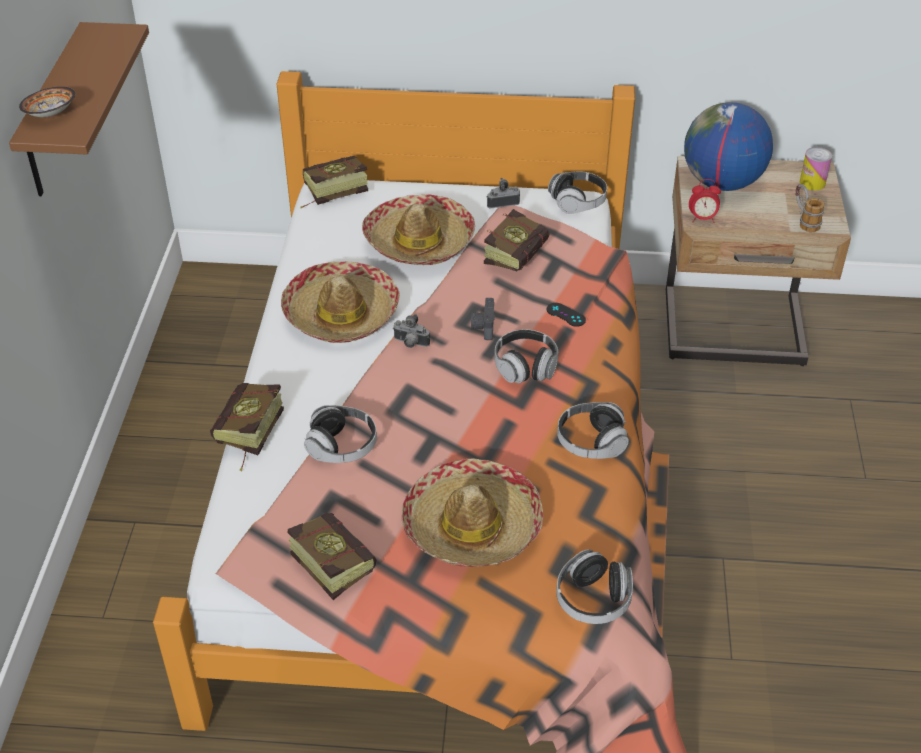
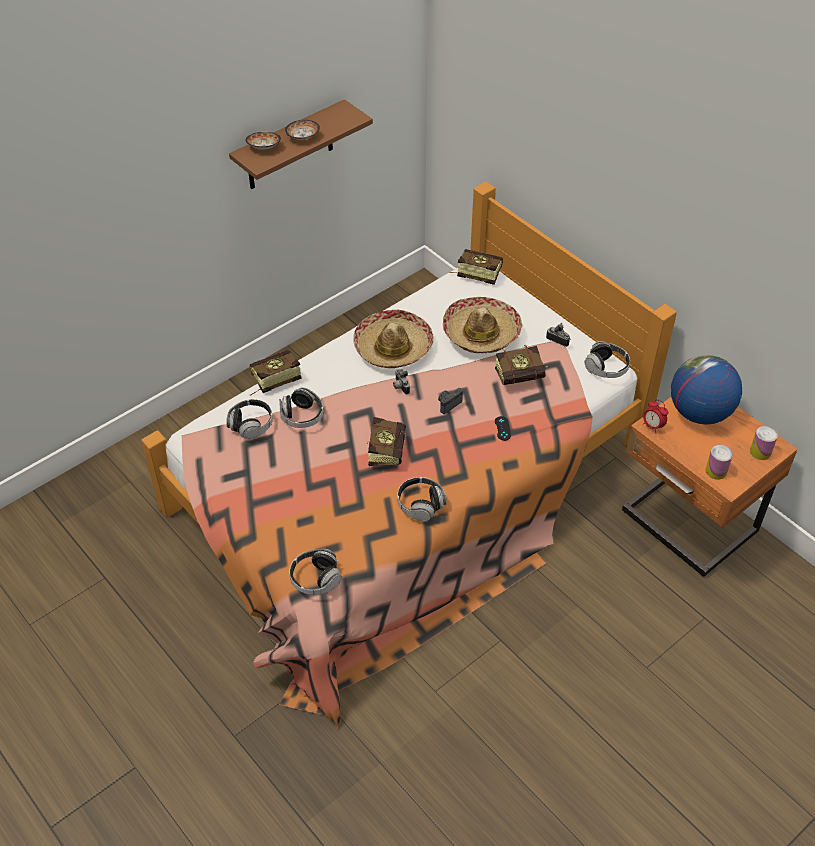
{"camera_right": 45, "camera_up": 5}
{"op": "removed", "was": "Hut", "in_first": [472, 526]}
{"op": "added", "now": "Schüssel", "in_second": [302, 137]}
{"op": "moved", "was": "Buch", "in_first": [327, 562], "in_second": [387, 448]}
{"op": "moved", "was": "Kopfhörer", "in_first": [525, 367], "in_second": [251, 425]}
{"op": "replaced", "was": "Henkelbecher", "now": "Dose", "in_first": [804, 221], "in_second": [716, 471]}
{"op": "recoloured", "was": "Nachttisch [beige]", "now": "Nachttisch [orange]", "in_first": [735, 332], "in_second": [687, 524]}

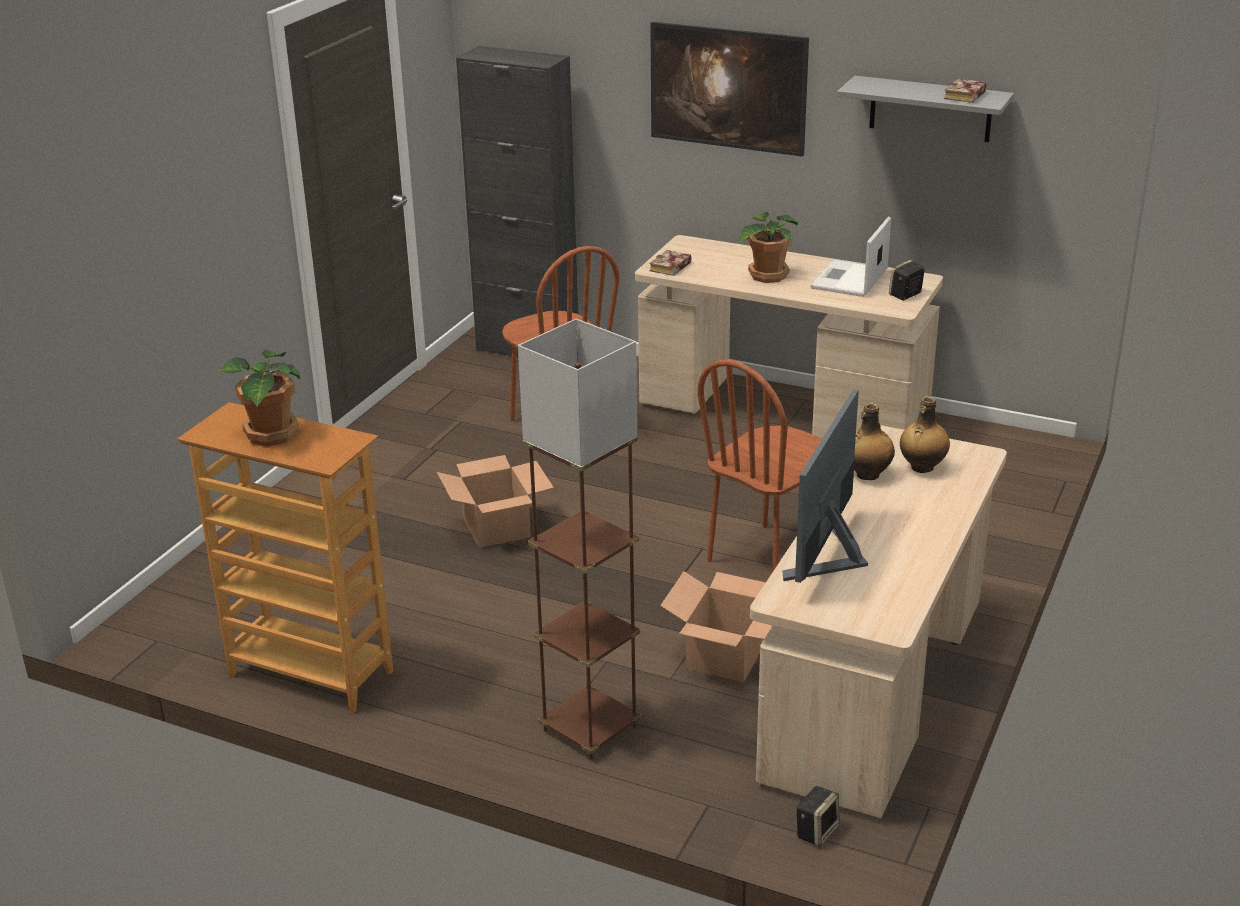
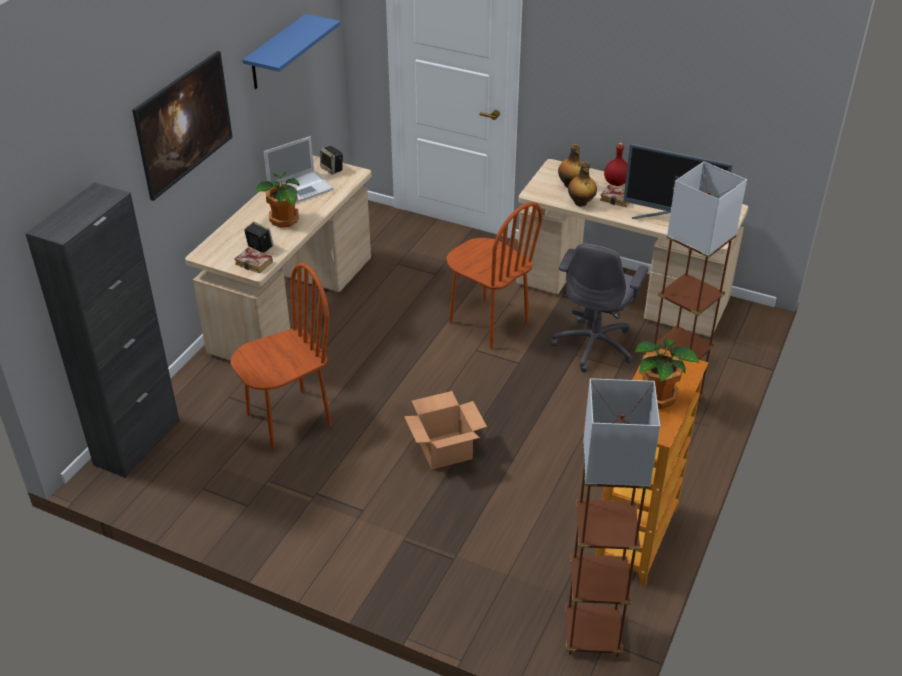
{"camera_right": -90, "camera_up": 10}
{"op": "added", "now": "Stehlampe [braun]", "in_second": [592, 634]}
{"op": "added", "now": "Flasche [rot]", "in_second": [615, 183]}
{"op": "moved", "was": "Lautsprecher", "in_first": [816, 831], "in_second": [259, 247]}
{"op": "moved", "was": "Buch", "in_first": [965, 96], "in_second": [618, 199]}
{"op": "replaced", "was": "Karton", "now": "Bürostuhl [grau]", "in_first": [725, 656], "in_second": [595, 345]}
{"op": "recoloured", "was": "Wandregal [grau]", "now": "Wandregal [blau]", "in_first": [930, 109], "in_second": [276, 53]}
{"op": "turned", "was": "Laptop", "in_first": [849, 280], "in_second": [301, 188], "clockwise": -60}

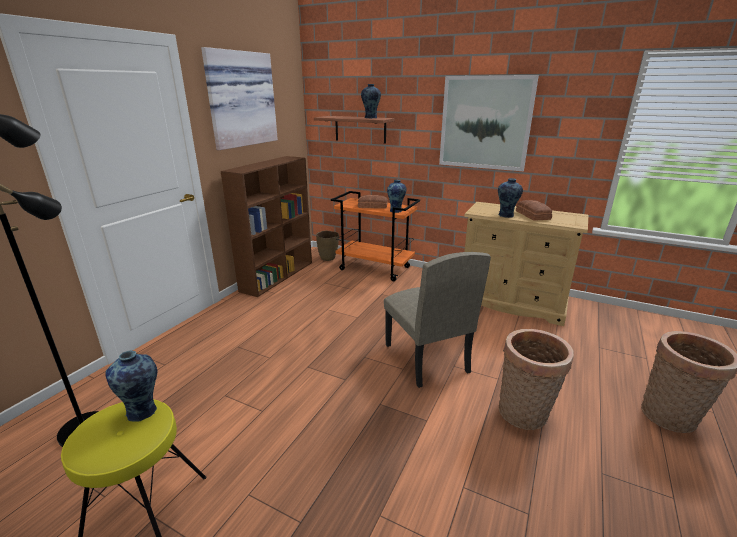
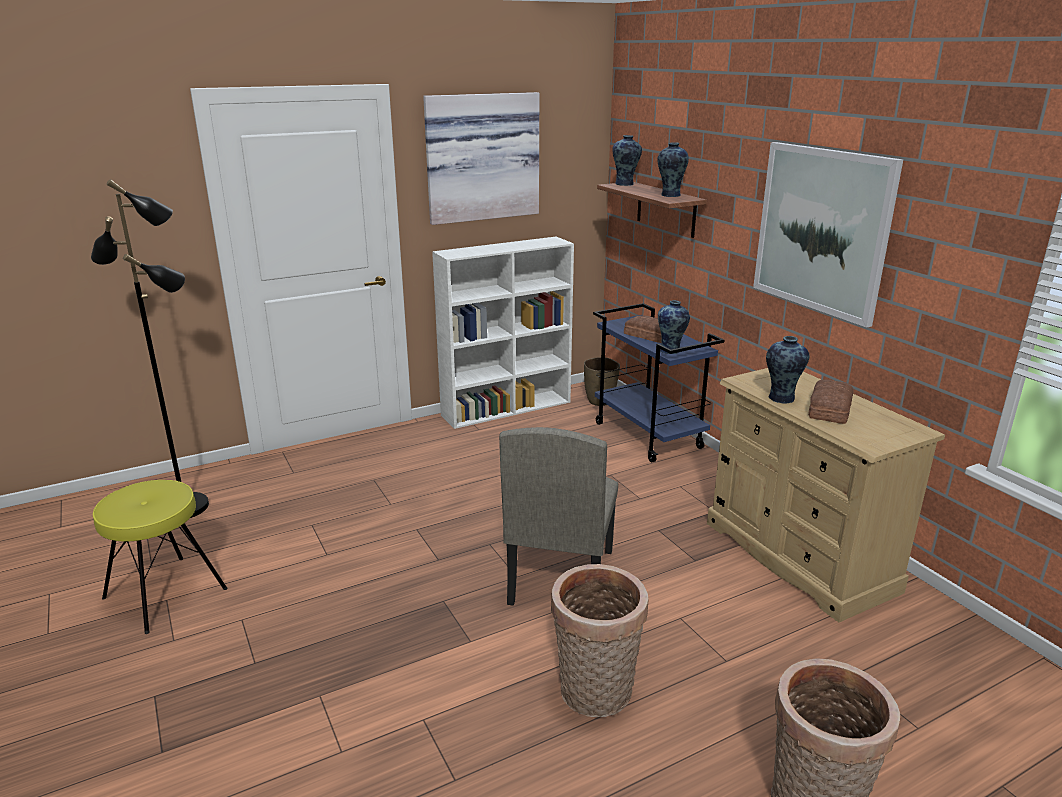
{"camera_right": 35, "camera_up": 0}
{"op": "moved", "was": "Vase", "in_first": [143, 411], "in_second": [625, 184]}
{"op": "recoloured", "was": "Bücherregal [braun]", "now": "Bücherregal [weiß]", "in_first": [278, 276], "in_second": [507, 408]}
{"op": "recoloured", "was": "Rollwagen [orange]", "now": "Rollwagen [blau]", "in_first": [375, 268], "in_second": [649, 436]}

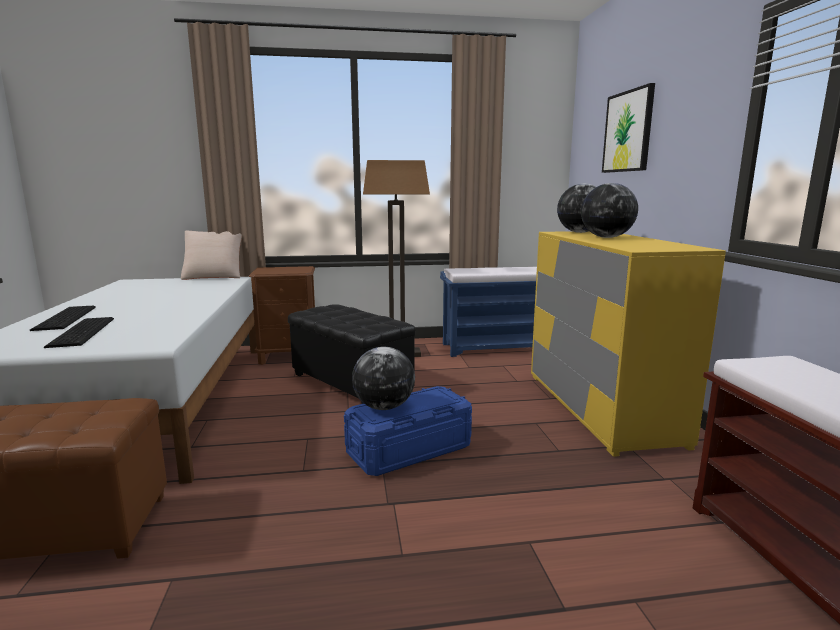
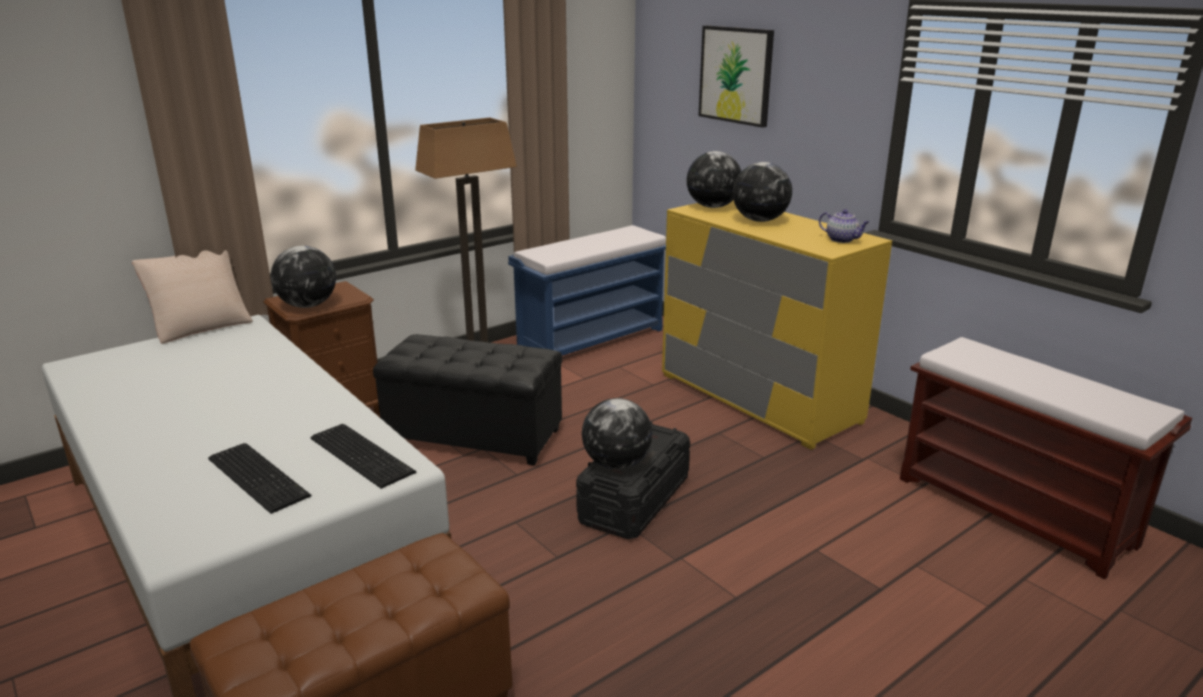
{"camera_right": -30, "camera_up": 10}
{"op": "added", "now": "Globus", "in_second": [307, 305]}
{"op": "added", "now": "Teekanne", "in_second": [842, 240]}
{"op": "moved", "was": "Tastatur", "in_first": [68, 317], "in_second": [363, 453]}
{"op": "recoloured", "was": "Aufbewahrungsbox [blau]", "now": "Aufbewahrungsbox [schwarz]", "in_first": [409, 450], "in_second": [635, 500]}

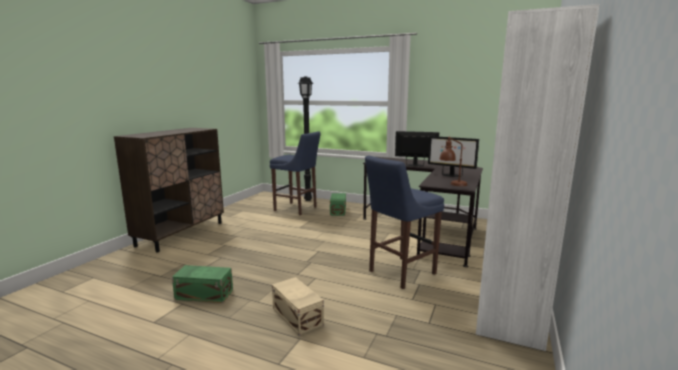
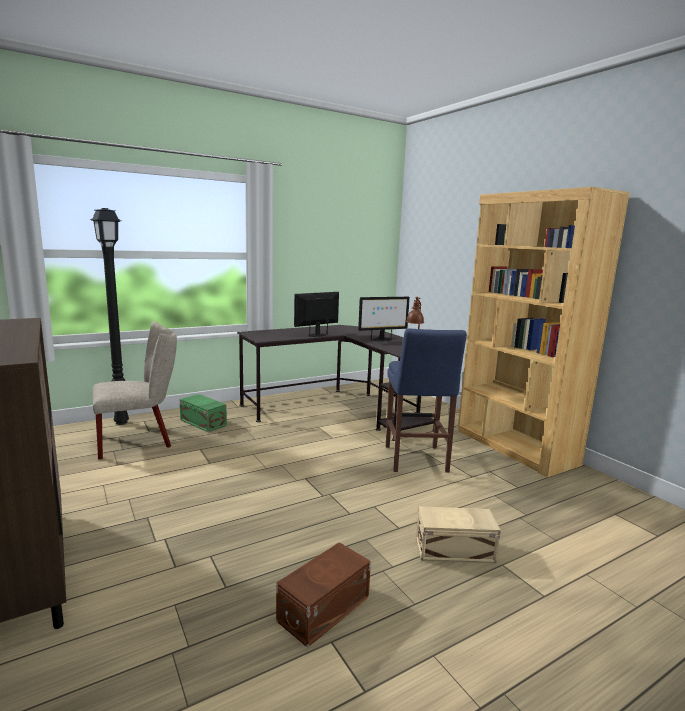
{"camera_right": -55, "camera_up": 0}
{"op": "replaced", "was": "Hocker [blau]", "now": "Stuhl [beige]", "in_first": [297, 209], "in_second": [139, 440]}
{"op": "recoloured", "was": "Aufbewahrungsbox [grün]", "now": "Aufbewahrungsbox [braun]", "in_first": [204, 294], "in_second": [322, 609]}
{"op": "recoloured", "was": "Bücherregal [weiß]", "now": "Bücherregal [braun]", "in_first": [509, 306], "in_second": [515, 447]}

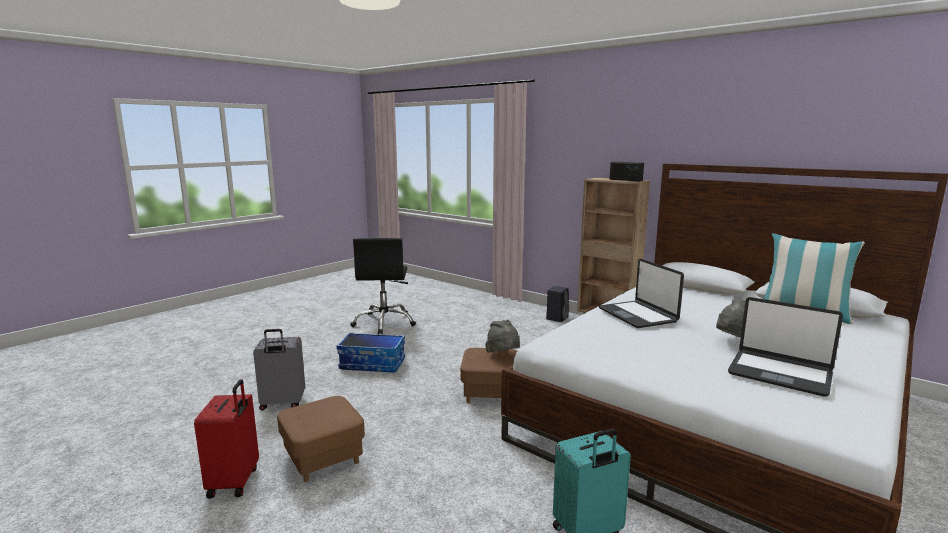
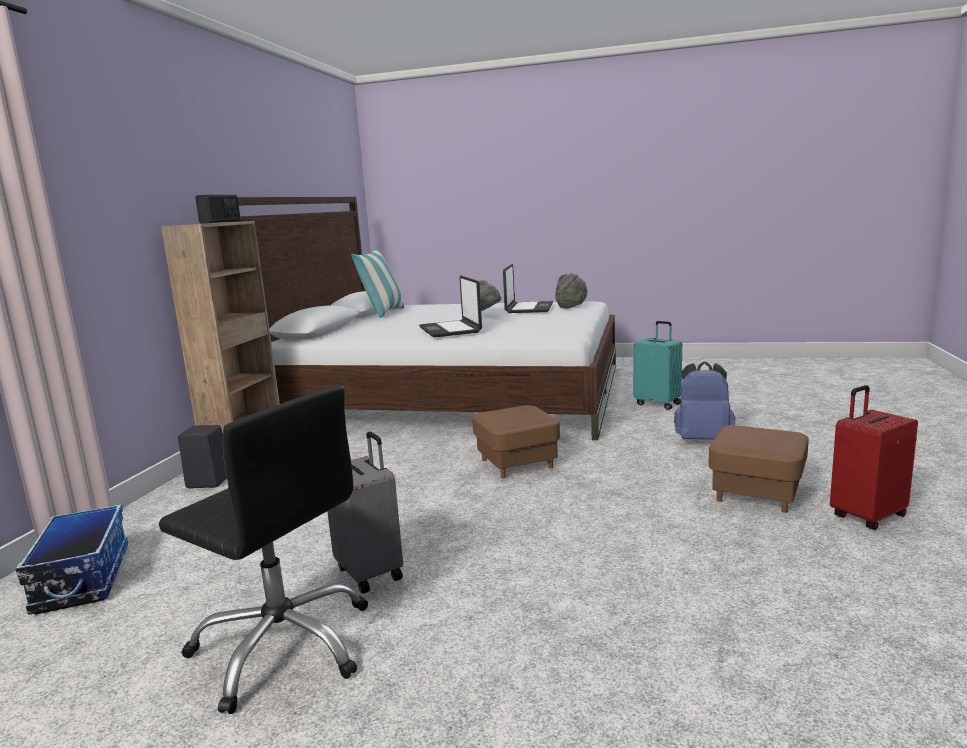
{"camera_right": -115, "camera_up": 0}
{"op": "added", "now": "Rucksack [blau]", "in_second": [703, 439]}
{"op": "moved", "was": "Koffer [grau]", "in_first": [282, 403], "in_second": [371, 572]}
{"op": "moved", "was": "Aufbewahrungsbox", "in_first": [373, 364], "in_second": [82, 578]}
{"op": "moved", "was": "Hut [grau]", "in_first": [503, 356], "in_second": [571, 306]}
{"op": "turned", "was": "Bürostuhl [schwarz]", "in_first": [384, 322], "in_second": [283, 645], "clockwise": 60}
{"op": "turned", "was": "Laptop", "in_first": [638, 315], "in_second": [450, 330], "clockwise": 120}

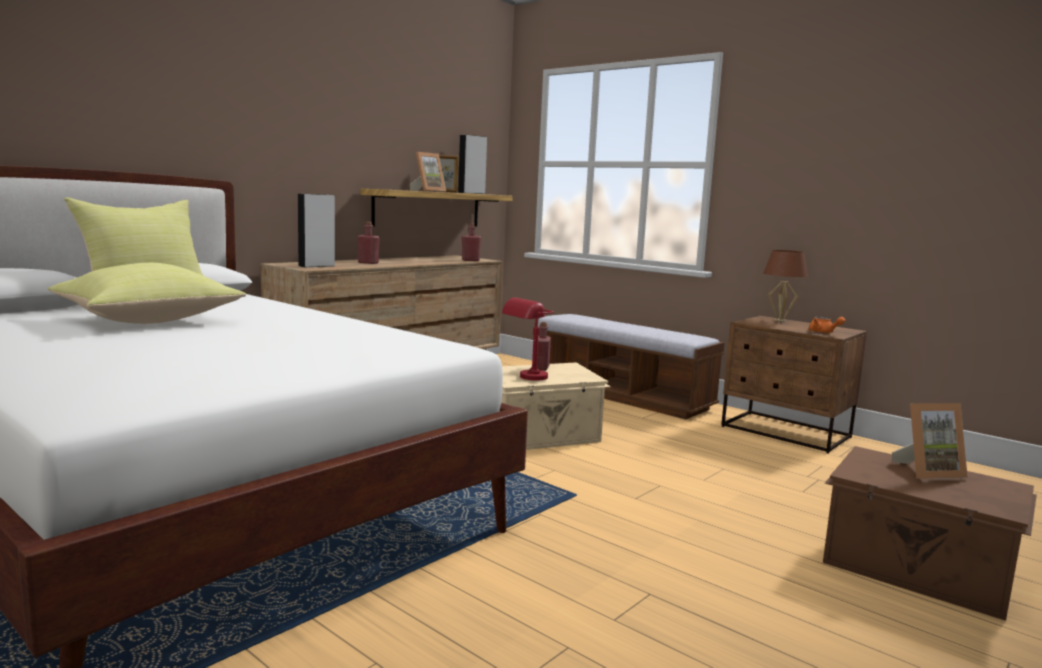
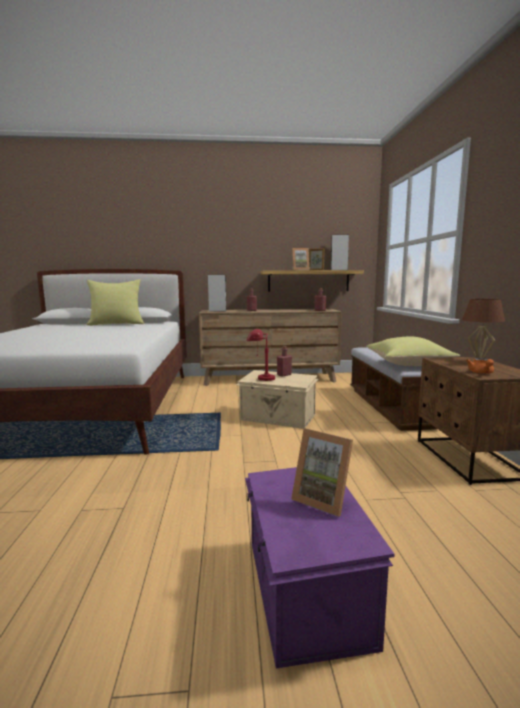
{"camera_right": 45, "camera_up": 0}
{"op": "moved", "was": "Kissen [gelb]", "in_first": [149, 321], "in_second": [408, 364]}
{"op": "recoloured", "was": "Aufbewahrungsbox [braun]", "now": "Aufbewahrungsbox [lila]", "in_first": [917, 572], "in_second": [304, 590]}

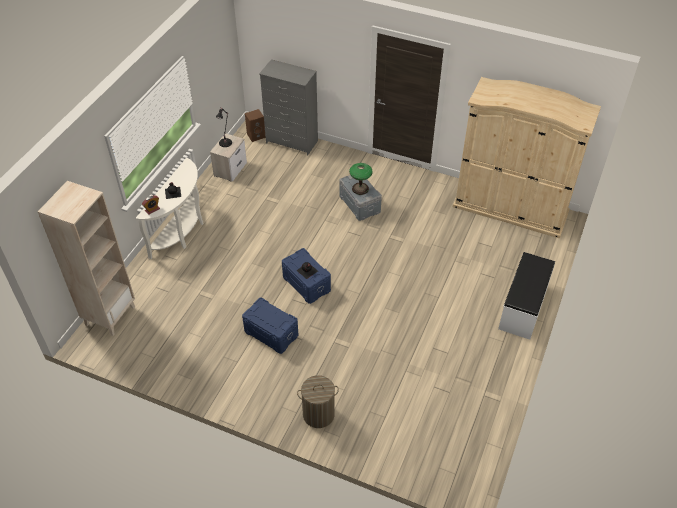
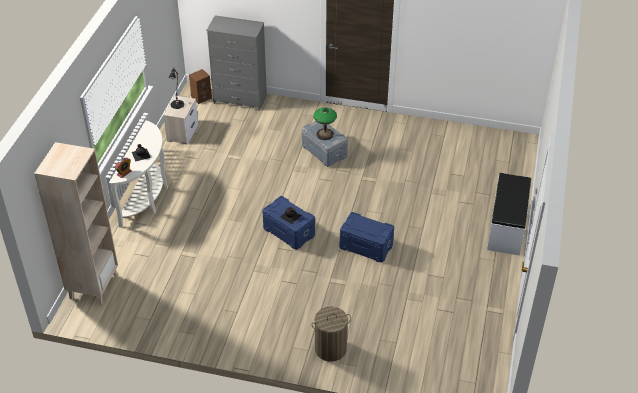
{"camera_right": -10, "camera_up": -5}
{"op": "removed", "was": "Kleiderschrank [beige]", "in_first": [510, 209]}
{"op": "moved", "was": "Aufbewahrungsbox [blau]", "in_first": [271, 334], "in_second": [366, 247]}

